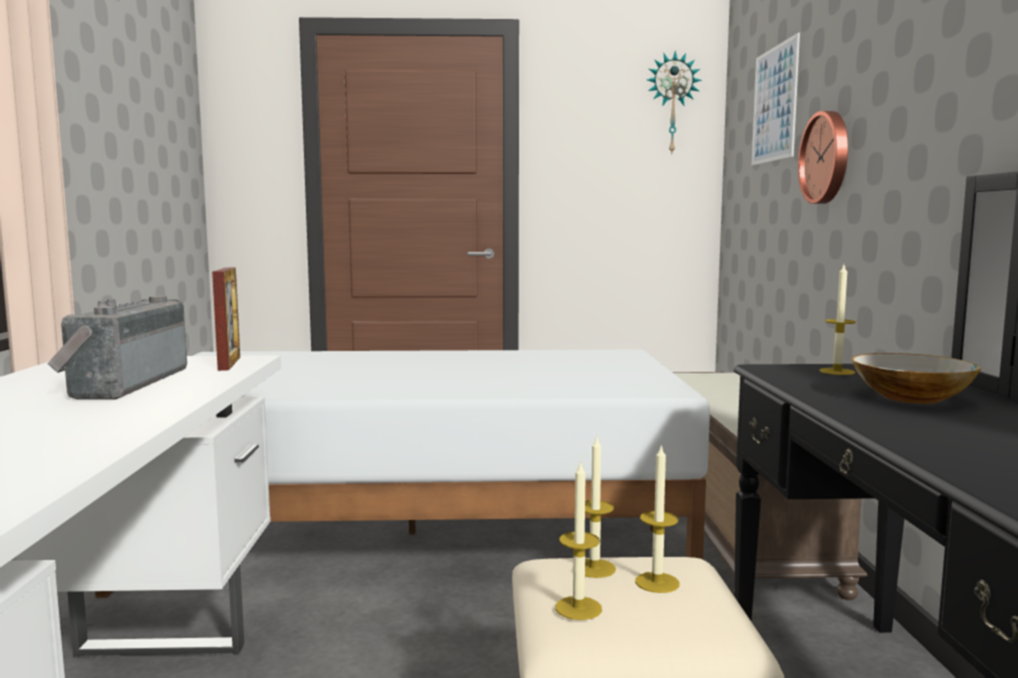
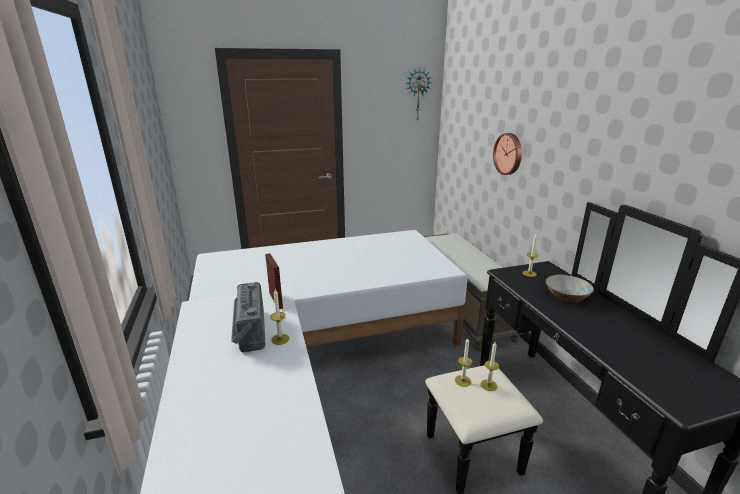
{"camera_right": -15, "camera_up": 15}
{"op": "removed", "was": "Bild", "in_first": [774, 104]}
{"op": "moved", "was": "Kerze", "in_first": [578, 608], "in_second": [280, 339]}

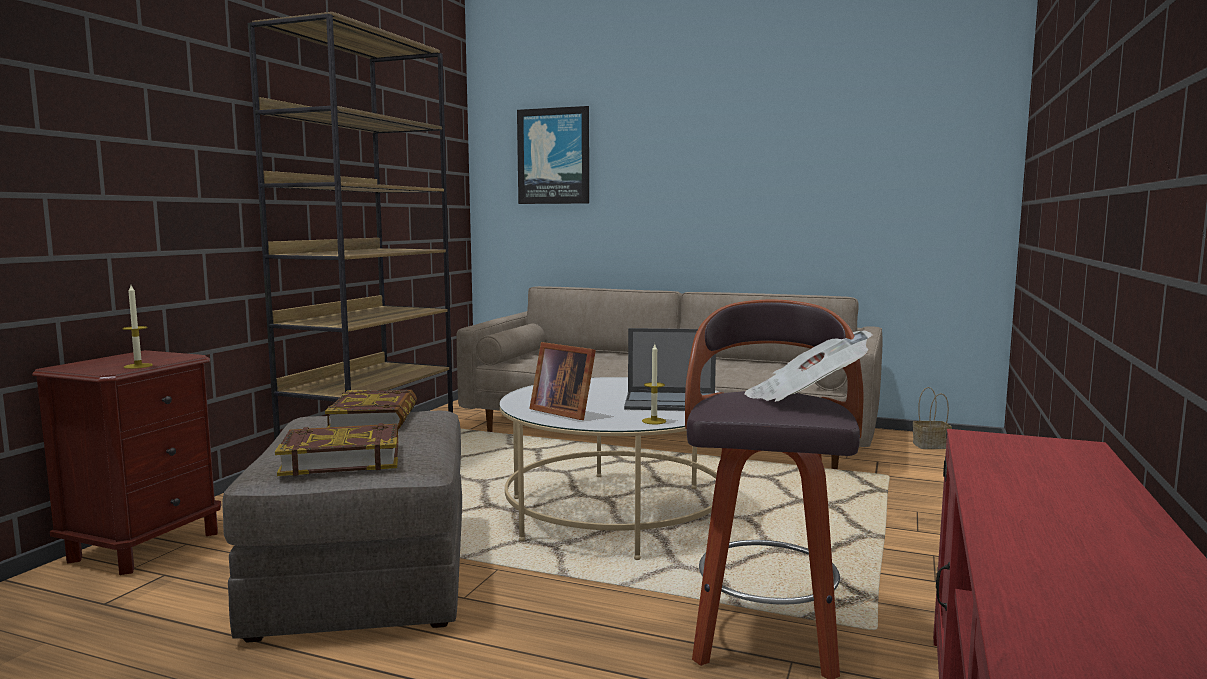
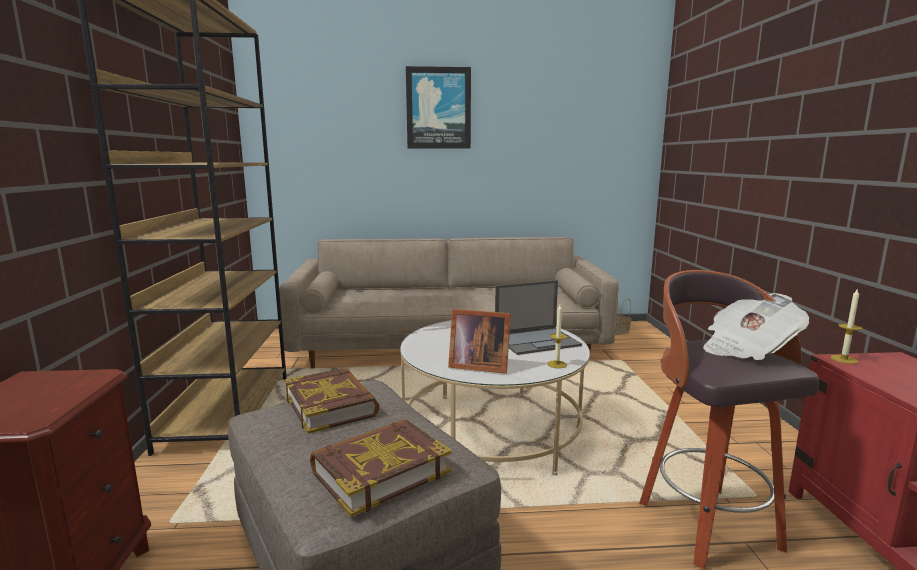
{"camera_right": -25, "camera_up": 5}
{"op": "moved", "was": "Kerze", "in_first": [138, 366], "in_second": [844, 359]}
{"op": "moved", "was": "Bild", "in_first": [554, 156], "in_second": [438, 108]}

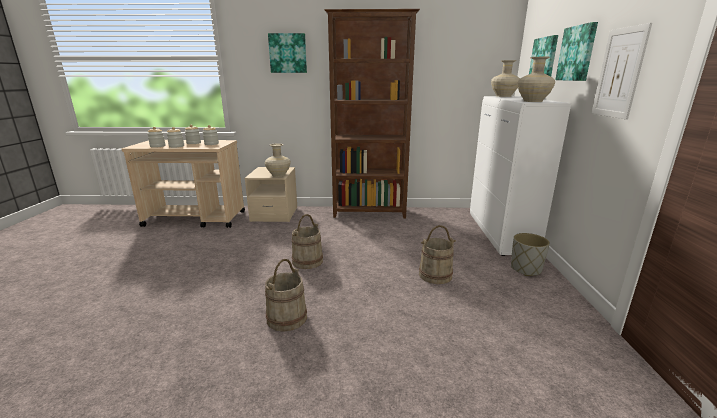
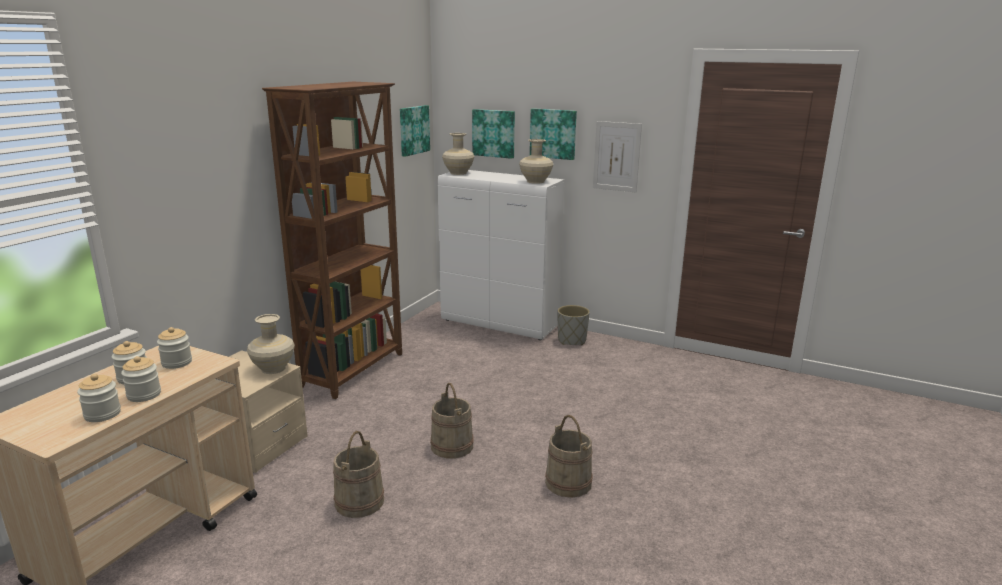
{"camera_right": -65, "camera_up": 0}
{"op": "moved", "was": "Bild", "in_first": [288, 53], "in_second": [413, 130]}
{"op": "moved", "was": "Eimer [beige]", "in_first": [435, 275], "in_second": [359, 501]}

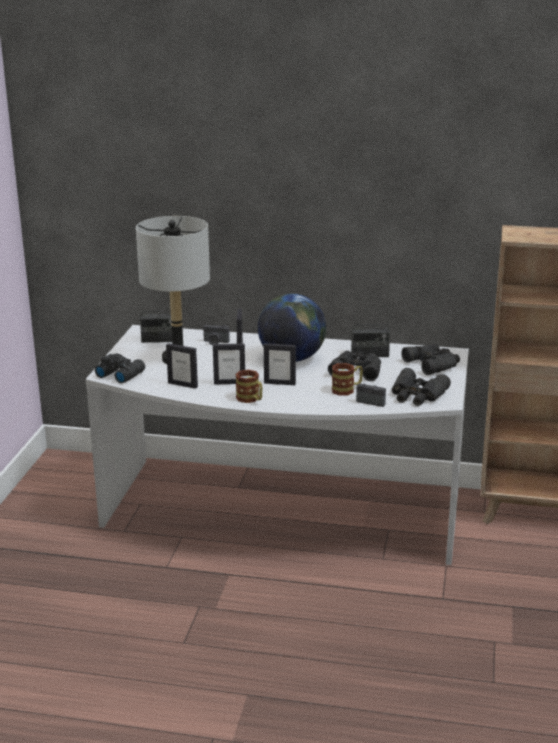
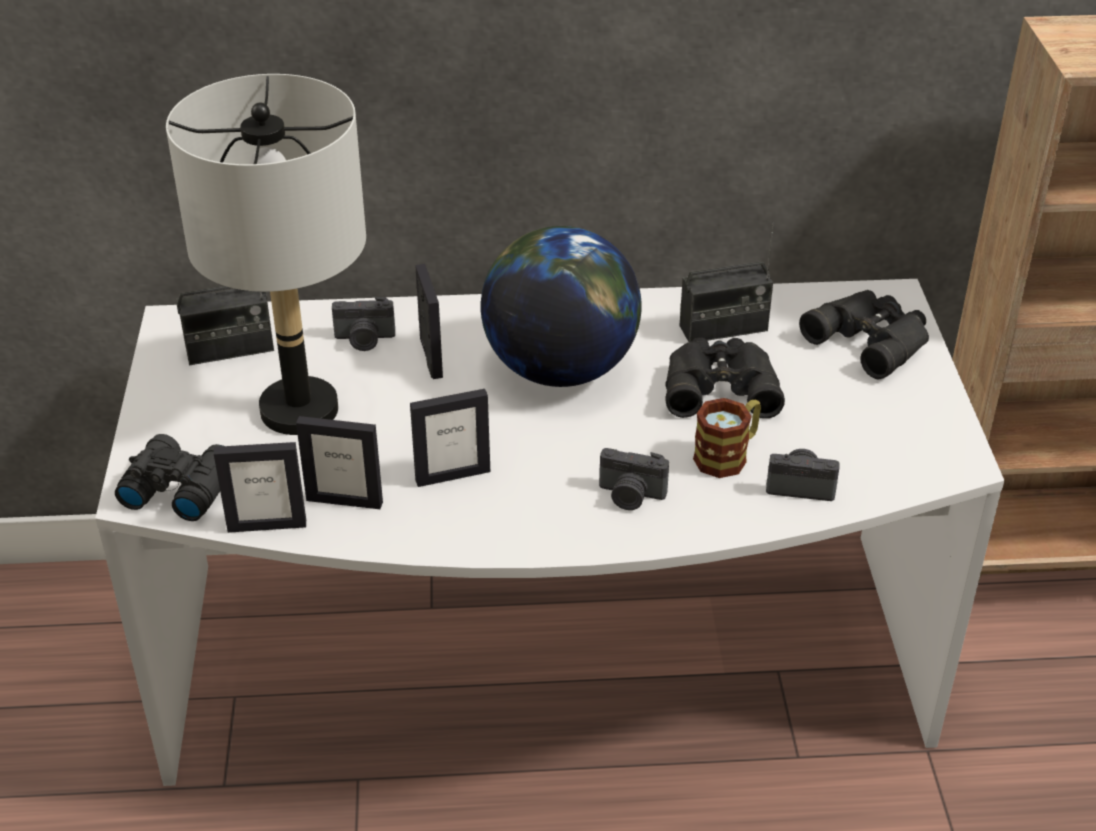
{"camera_right": -15, "camera_up": 15}
{"op": "removed", "was": "Henkelbecher", "in_first": [250, 399]}
{"op": "removed", "was": "Fernglas [schwarz]", "in_first": [417, 395]}
{"op": "added", "now": "Kamera", "in_second": [630, 496]}
{"op": "moved", "was": "Bilderrahmen", "in_first": [280, 383], "in_second": [267, 525]}

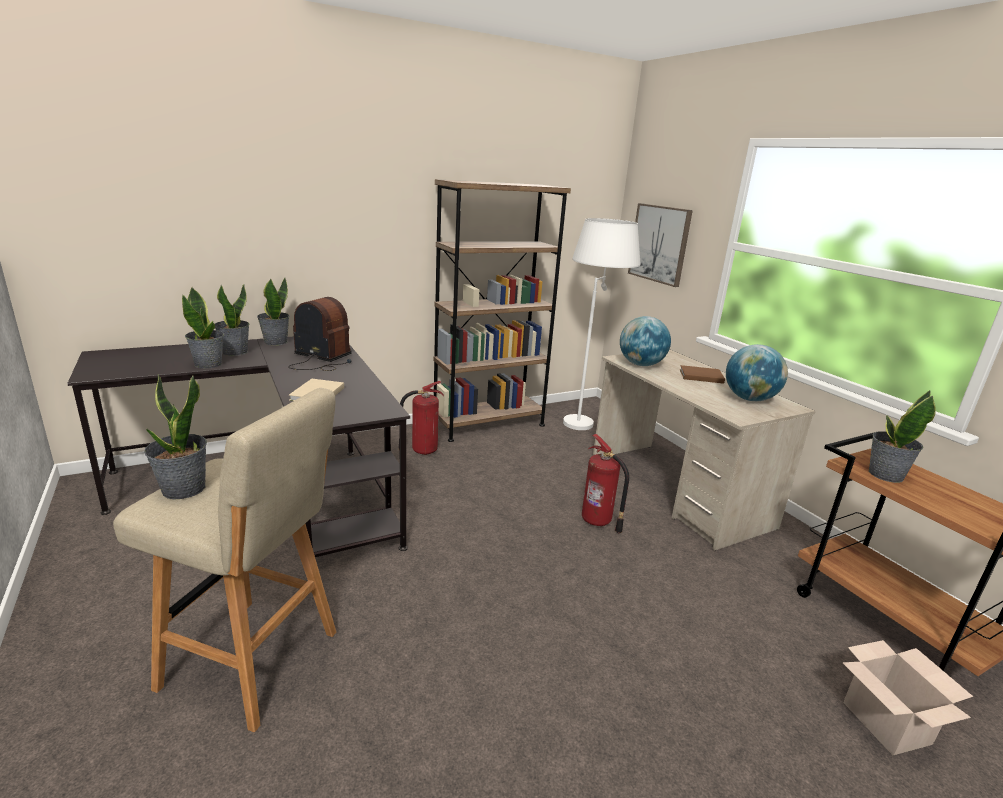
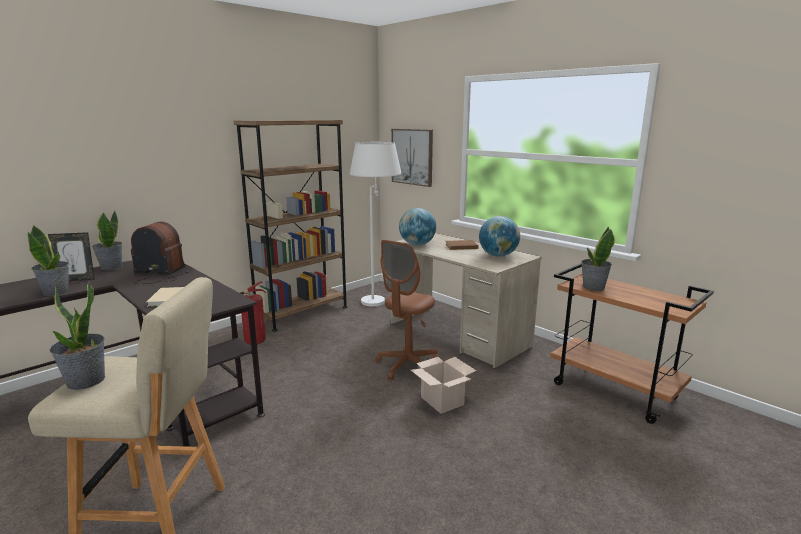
{"camera_right": -15, "camera_up": -5}
{"op": "moved", "was": "Karton", "in_first": [888, 724], "in_second": [443, 401]}
{"op": "replaced", "was": "Topfpflanze", "now": "Bilderrahmen", "in_first": [234, 352], "in_second": [76, 279]}
{"op": "replaced", "was": "Feuerlöscher", "now": "Bürostuhl [braun]", "in_first": [597, 521], "in_second": [407, 366]}

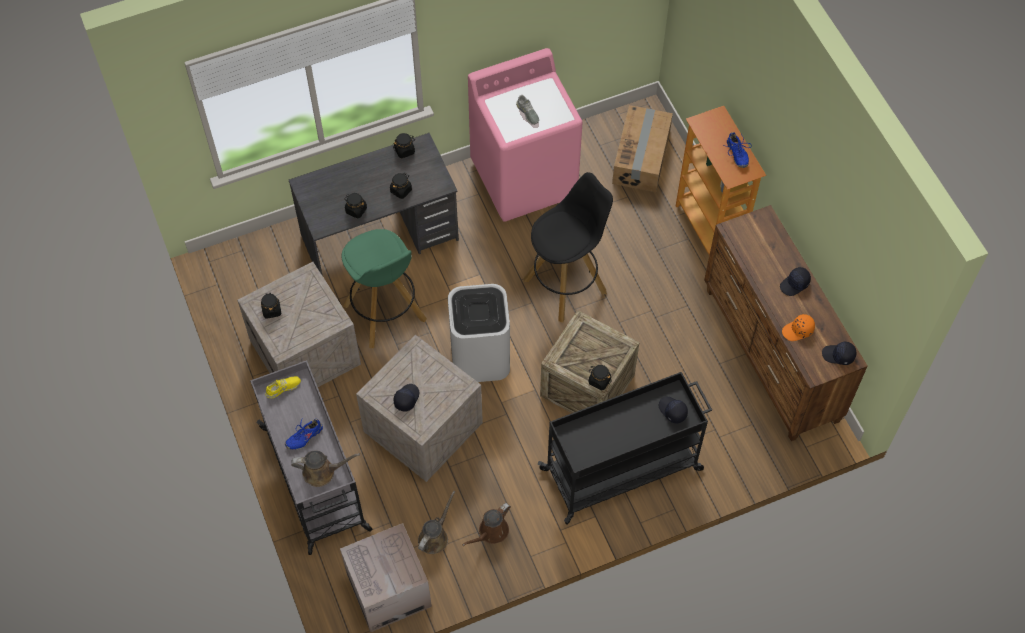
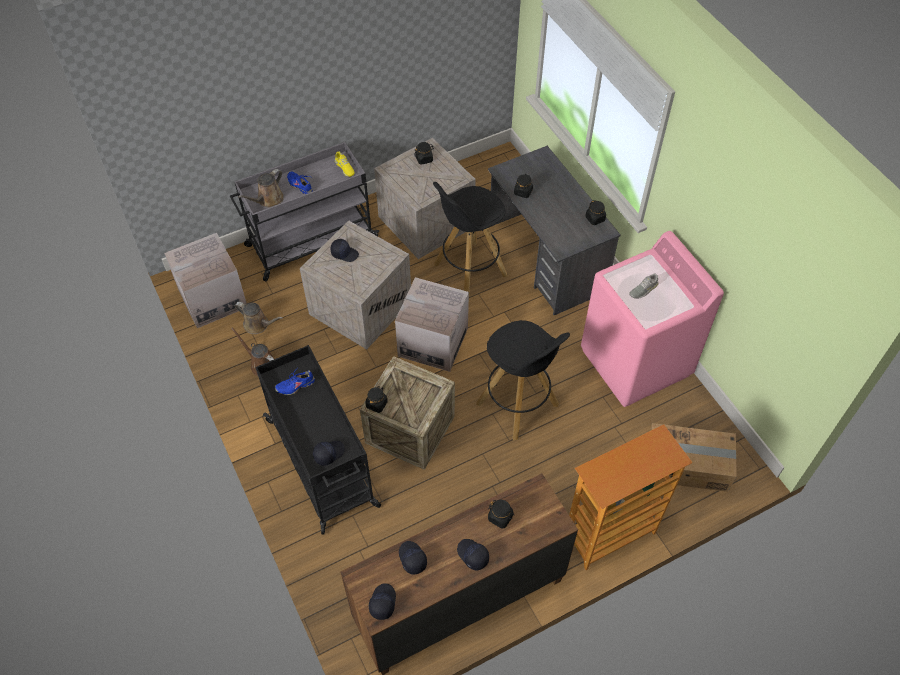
{"camera_right": 85, "camera_up": -5}
{"op": "moved", "was": "Vorratsglas [schwarz]", "in_first": [401, 190], "in_second": [500, 517]}
{"op": "moved", "was": "Schuh [blau]", "in_first": [736, 154], "in_second": [295, 385]}
{"op": "replaced", "was": "Mülleimer [weiß]", "now": "Karton", "in_first": [479, 356], "in_second": [433, 342]}
{"op": "recoloured", "was": "Hocker [grün]", "now": "Hocker [schwarz]", "in_first": [385, 314], "in_second": [469, 270]}
{"op": "recoloured", "was": "Kappe [orange]", "now": "Kappe [schwarz]", "in_first": [798, 331], "in_second": [412, 559]}
{"op": "turned", "was": "Gießkanne [braun]", "in_first": [322, 472], "in_second": [268, 200], "clockwise": 45}

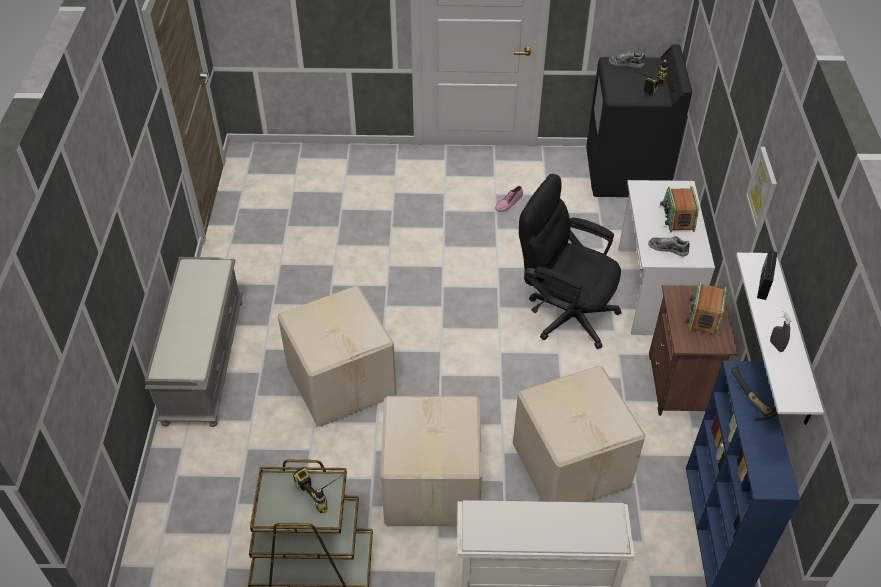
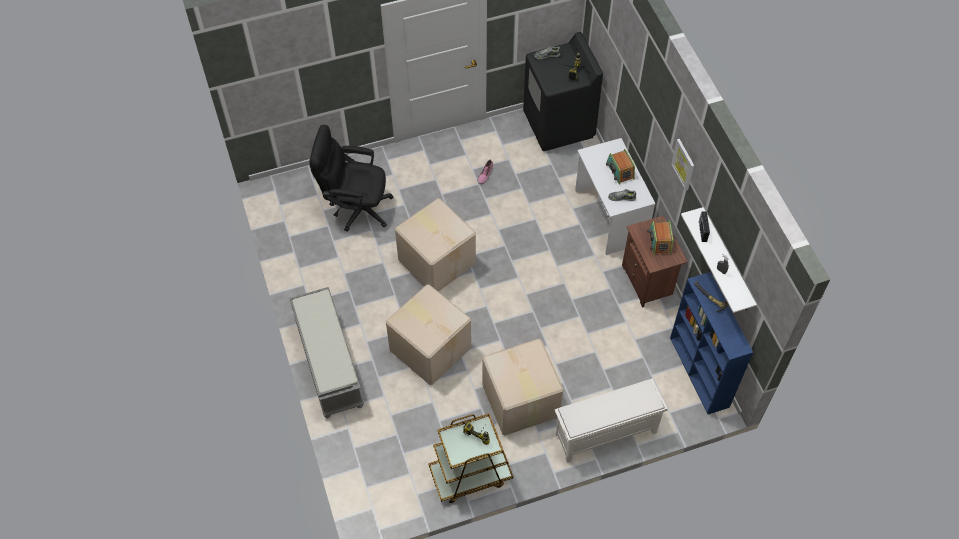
{"camera_right": -20, "camera_up": 10}
{"op": "moved", "was": "Karton", "in_first": [571, 463], "in_second": [437, 260]}
{"op": "moved", "was": "Bürostuhl [schwarz]", "in_first": [564, 312], "in_second": [355, 207]}

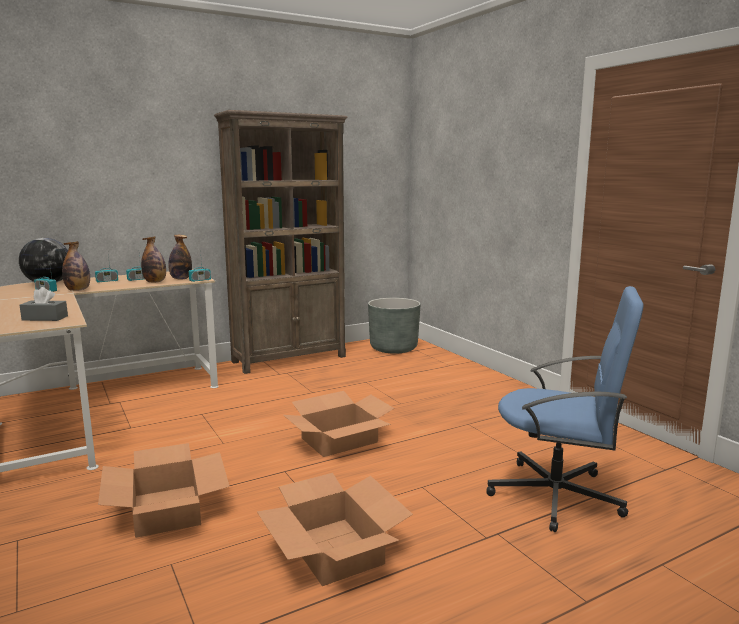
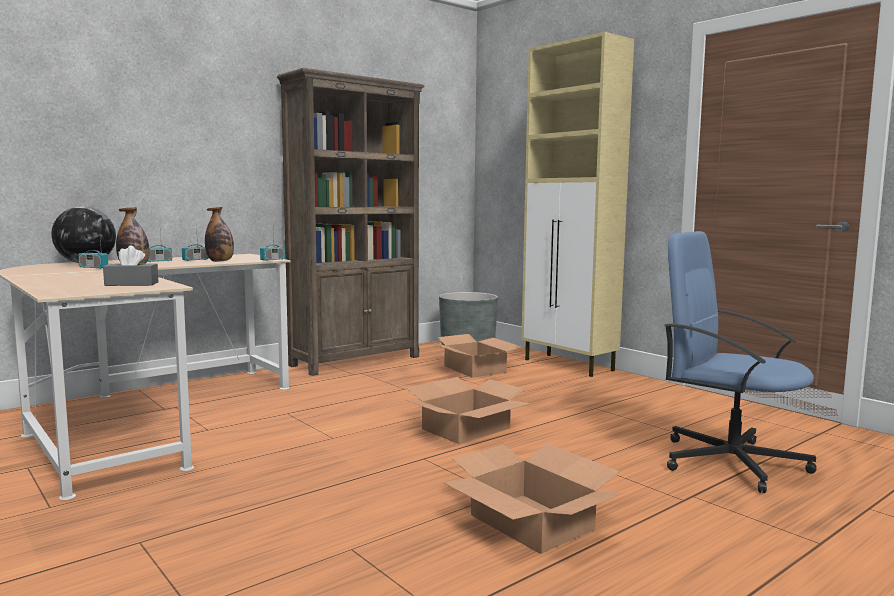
{"camera_right": -10, "camera_up": -5}
{"op": "removed", "was": "Flasche", "in_first": [180, 279]}
{"op": "added", "now": "Schrank [beige]", "in_second": [569, 365]}
{"op": "moved", "was": "Karton", "in_first": [167, 510], "in_second": [475, 369]}
{"op": "turned", "was": "Bürostuhl [blau]", "in_first": [557, 496], "in_second": [729, 461], "clockwise": -150}

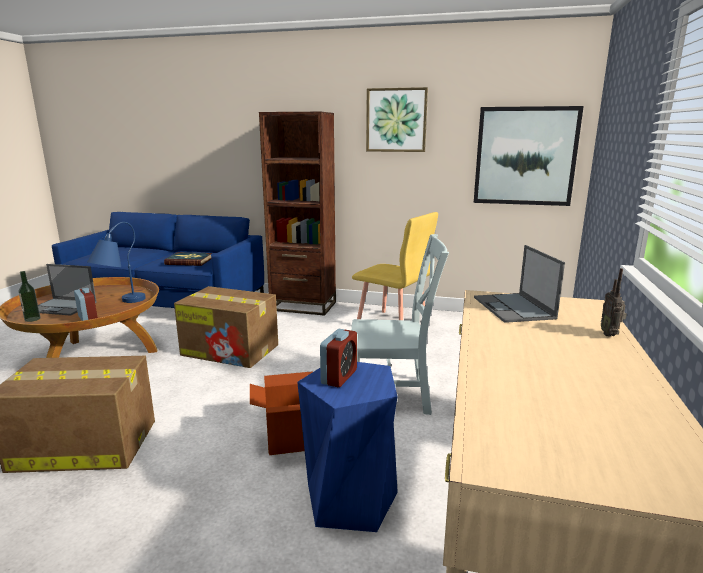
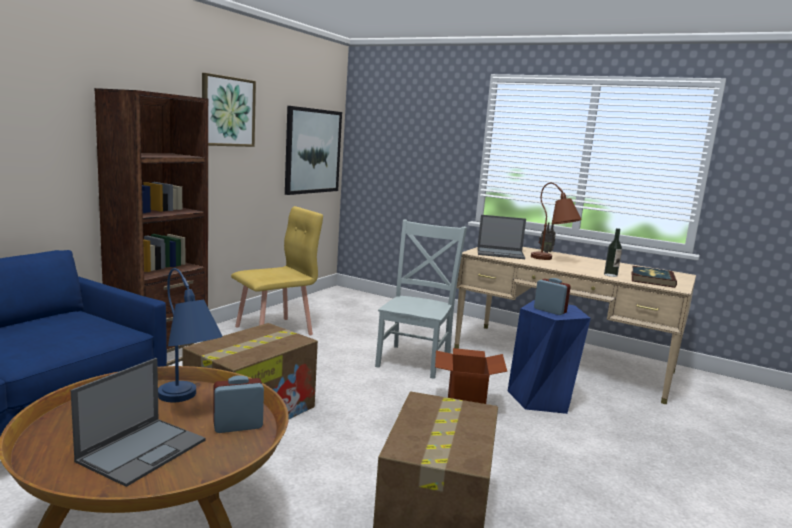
{"camera_right": -75, "camera_up": -5}
{"op": "added", "now": "Tischlampe [braun]", "in_second": [552, 260]}
{"op": "moved", "was": "Flasche", "in_first": [32, 319], "in_second": [610, 275]}
{"op": "moved", "was": "Buch", "in_first": [189, 261], "in_second": [652, 279]}

